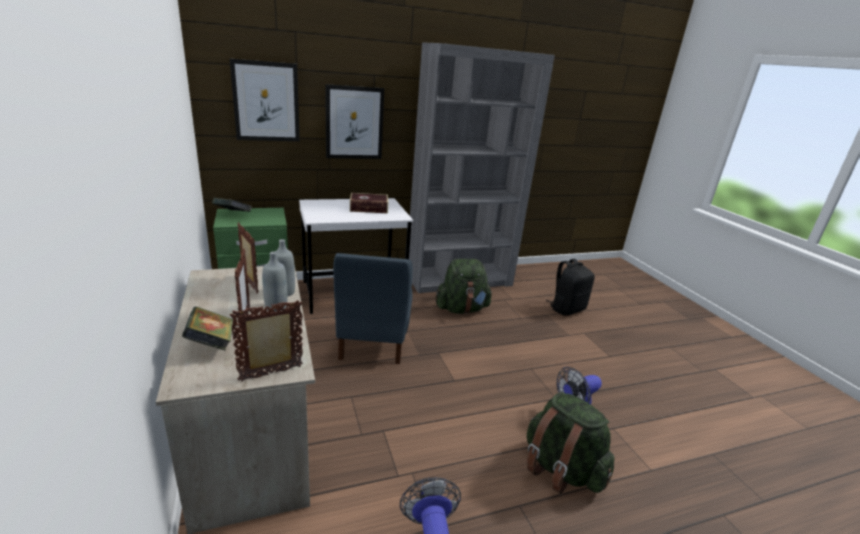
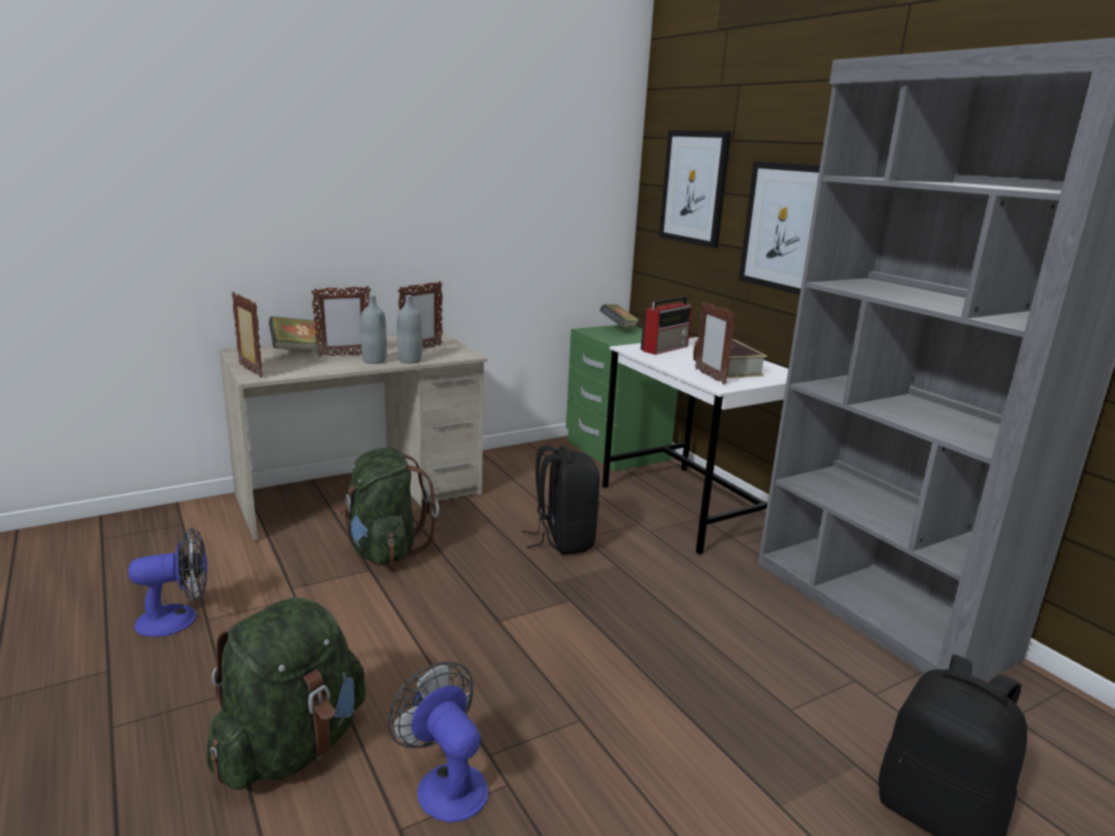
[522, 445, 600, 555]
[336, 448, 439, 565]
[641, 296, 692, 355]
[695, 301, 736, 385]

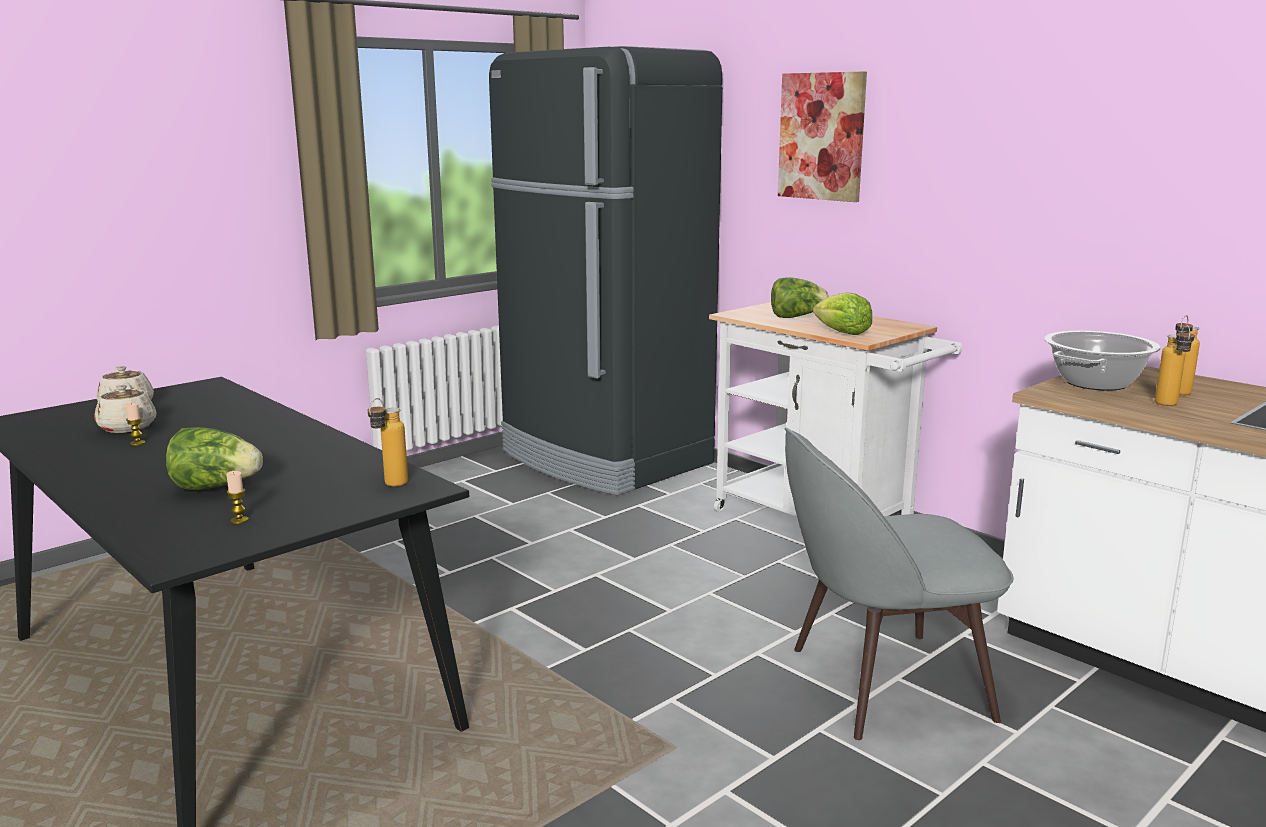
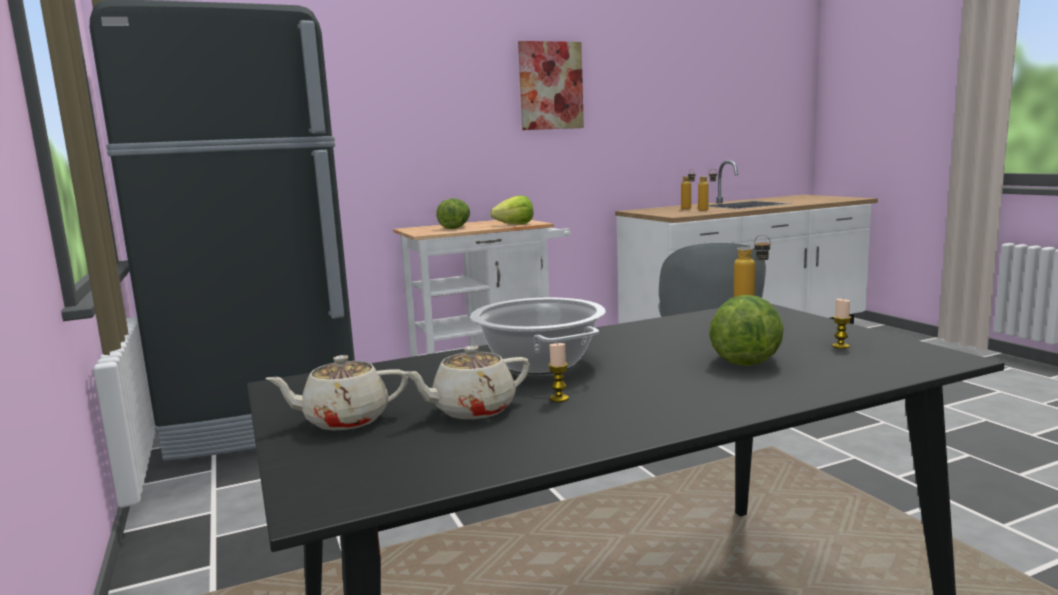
[518, 41, 584, 130]
[470, 298, 606, 374]

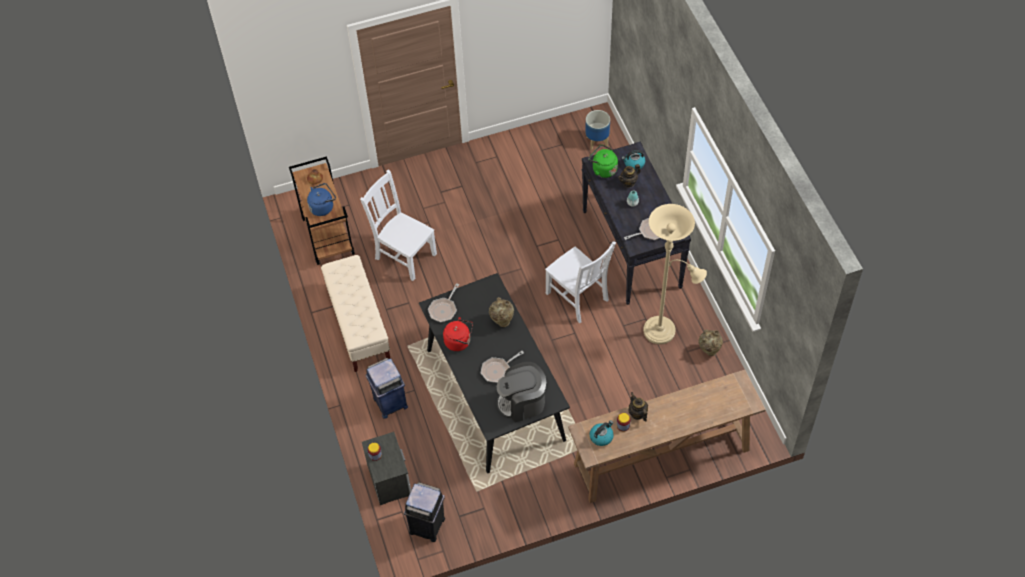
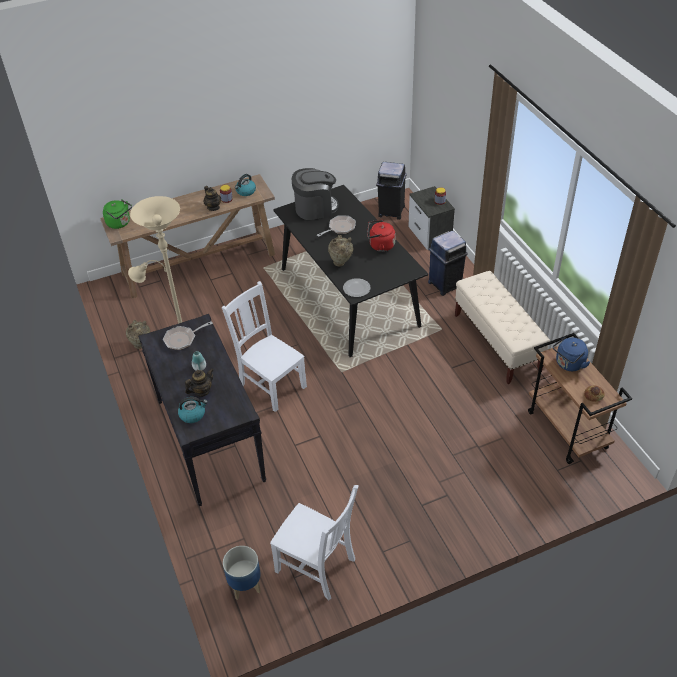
[270, 485, 359, 600]
[428, 283, 459, 322] (first image)
[103, 199, 132, 229]
[343, 278, 370, 297]

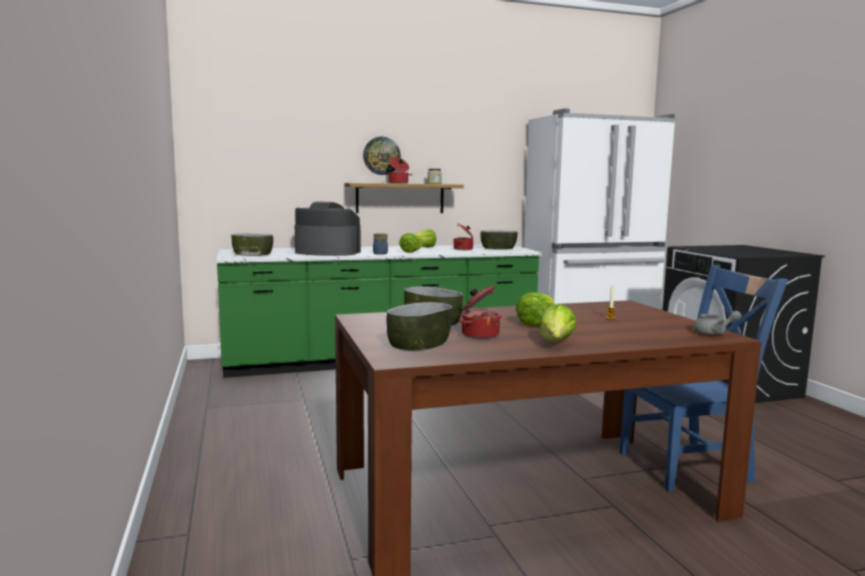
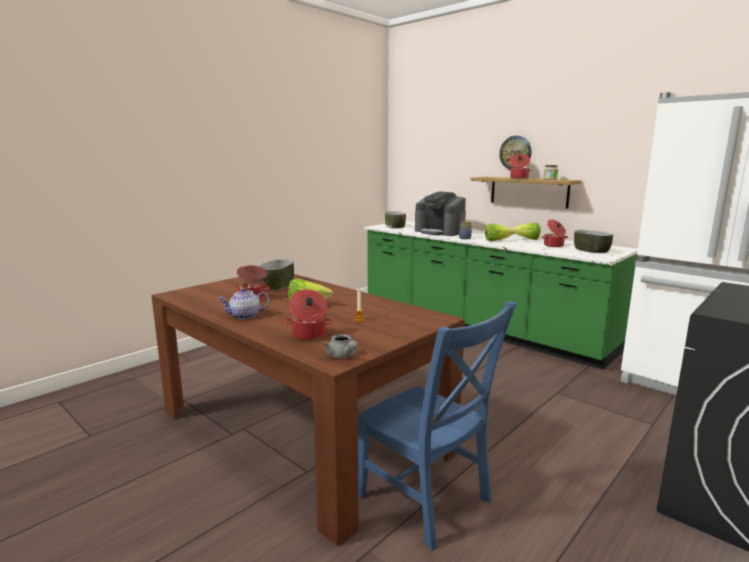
[415, 192, 466, 236]
[386, 302, 452, 351] (first image)
[218, 288, 270, 319]
[285, 289, 333, 341]

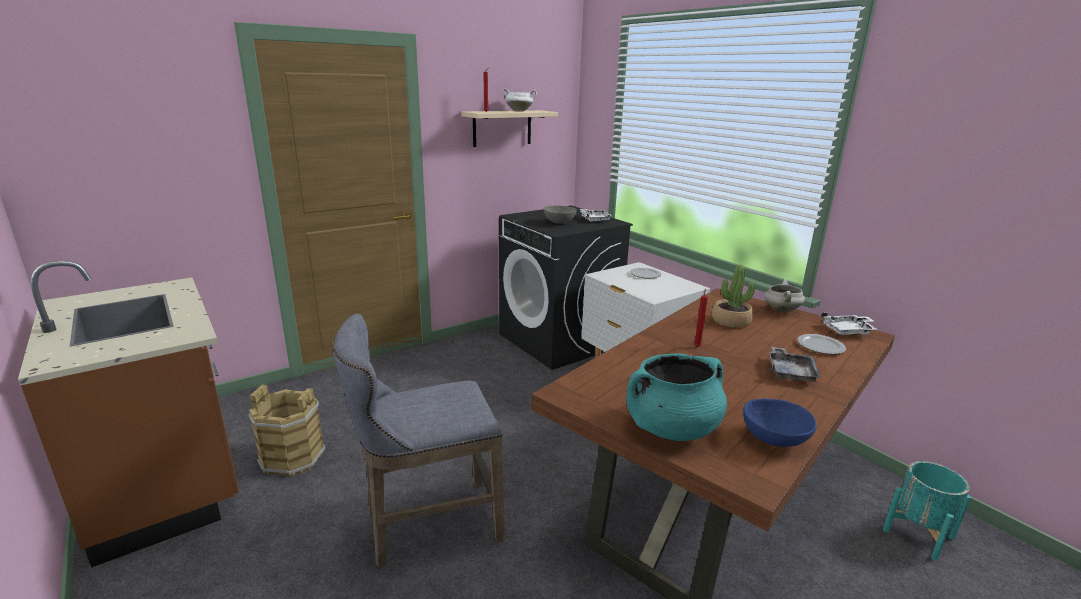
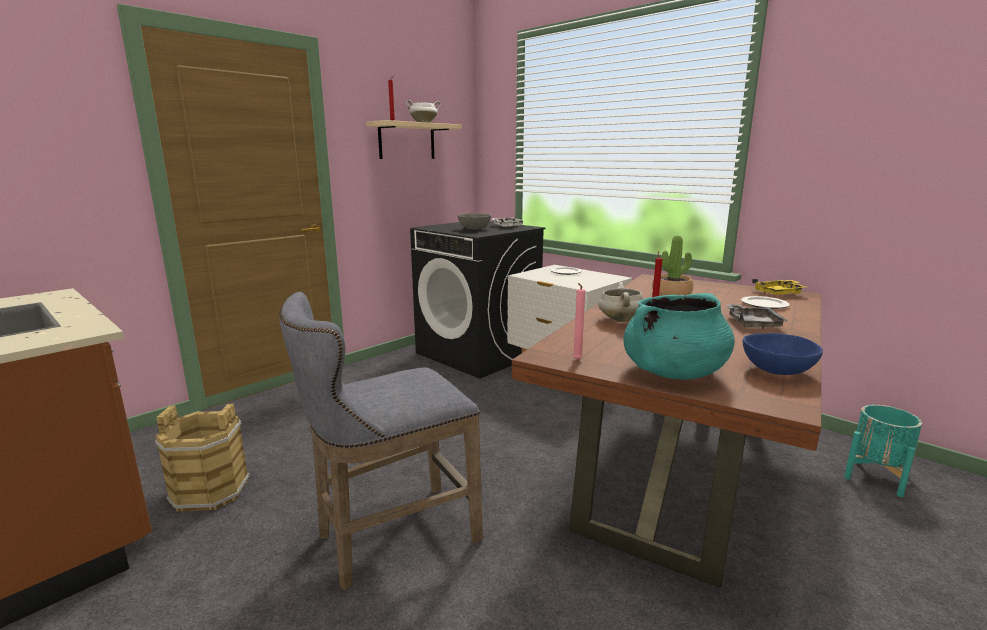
[598, 282, 643, 322]
[752, 279, 806, 295]
[573, 283, 585, 360]

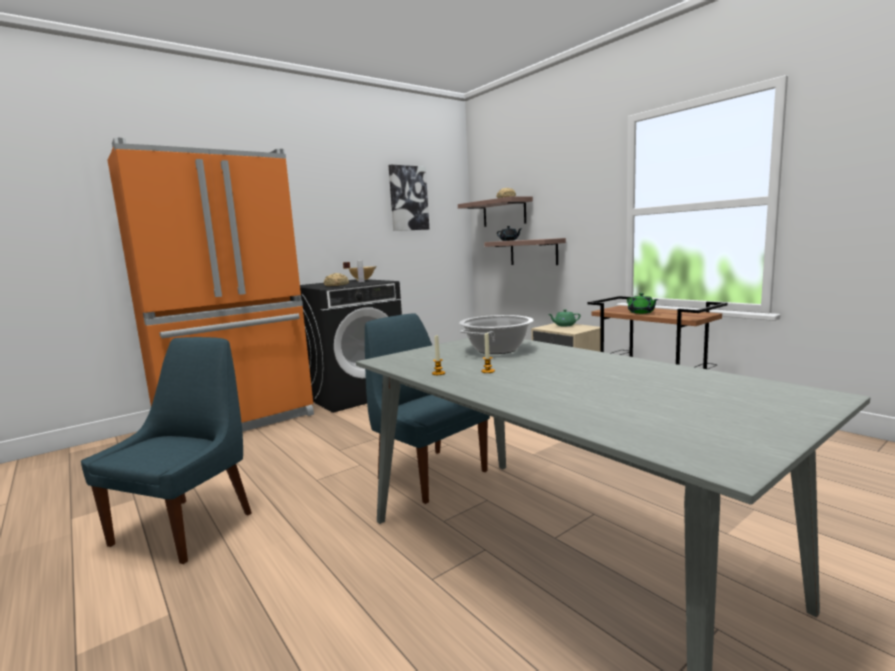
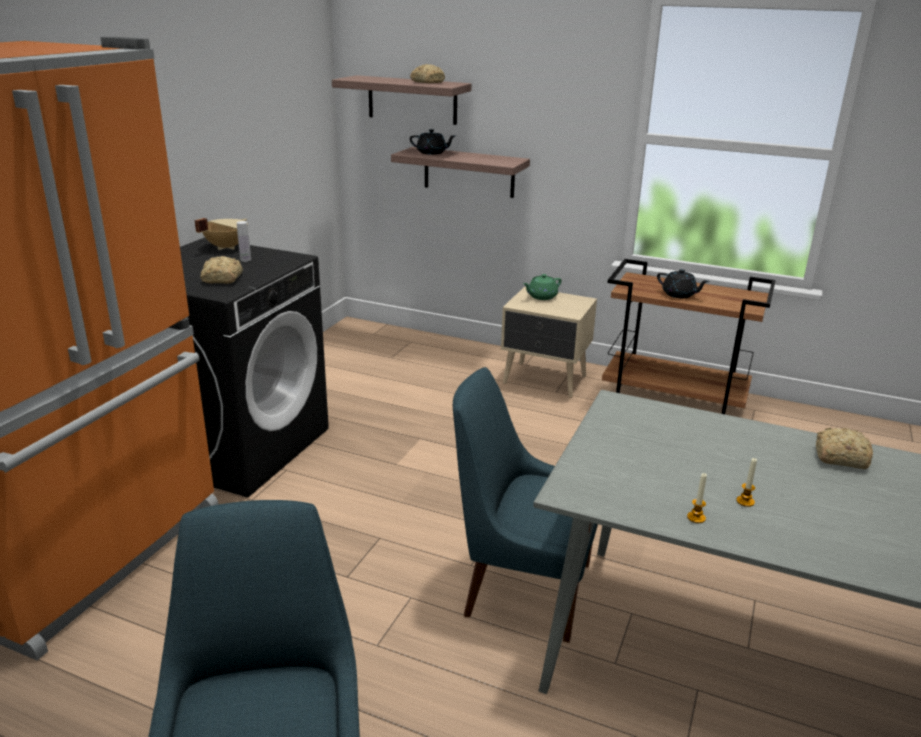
[389, 165, 429, 231] (first image)
[459, 315, 534, 354] (first image)
[657, 269, 709, 298]
[816, 428, 873, 469]

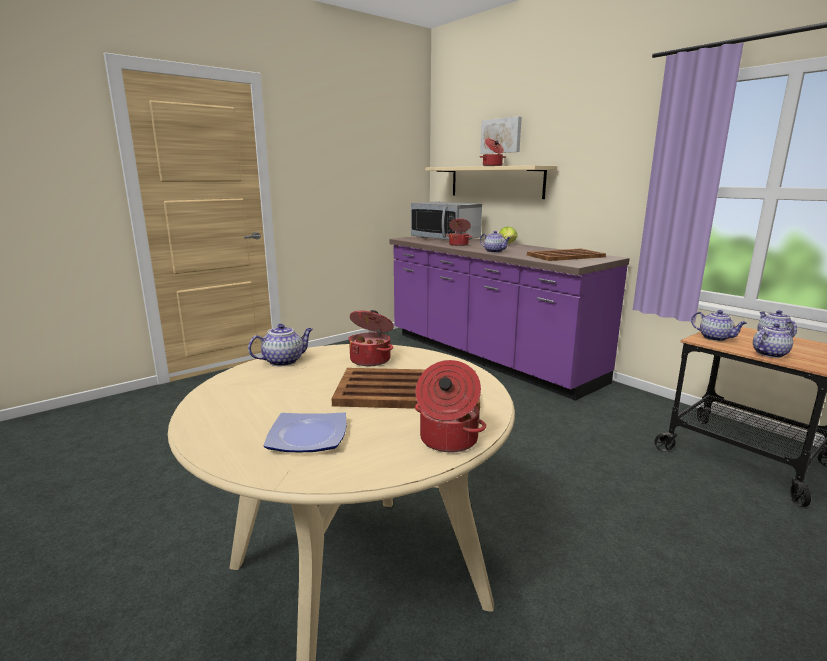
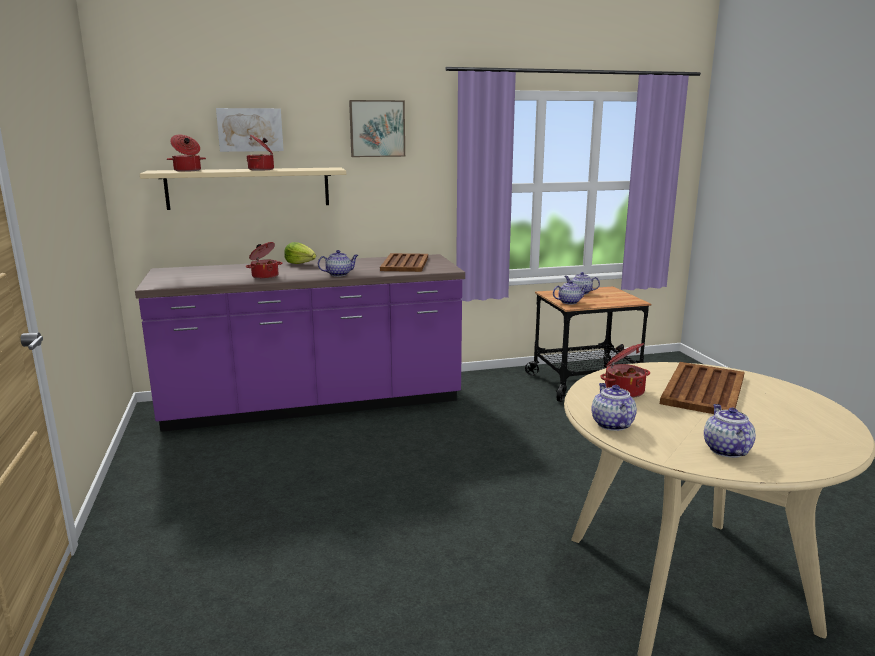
[263, 412, 346, 452] (first image)
[411, 202, 482, 240] (first image)
[167, 134, 206, 172]
[704, 404, 756, 458]
[349, 100, 405, 157]

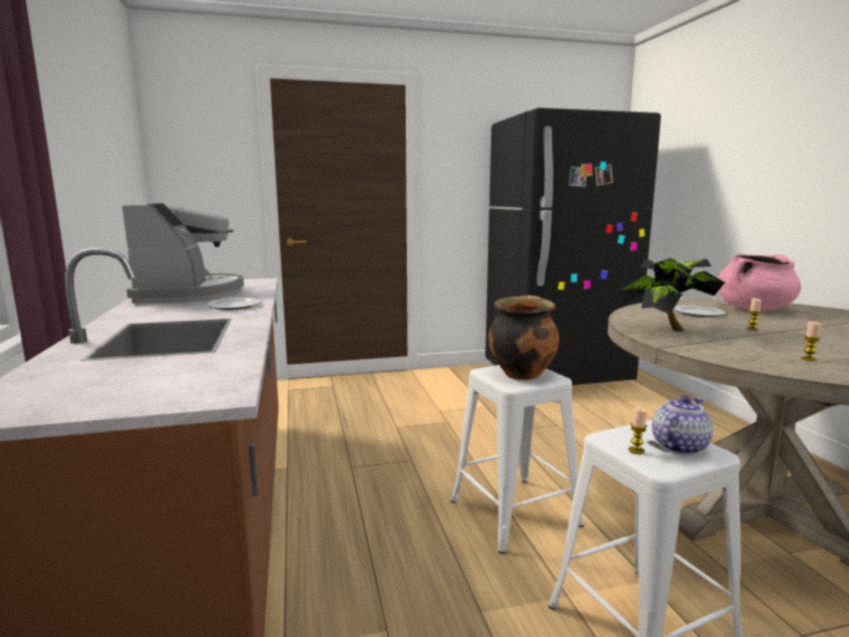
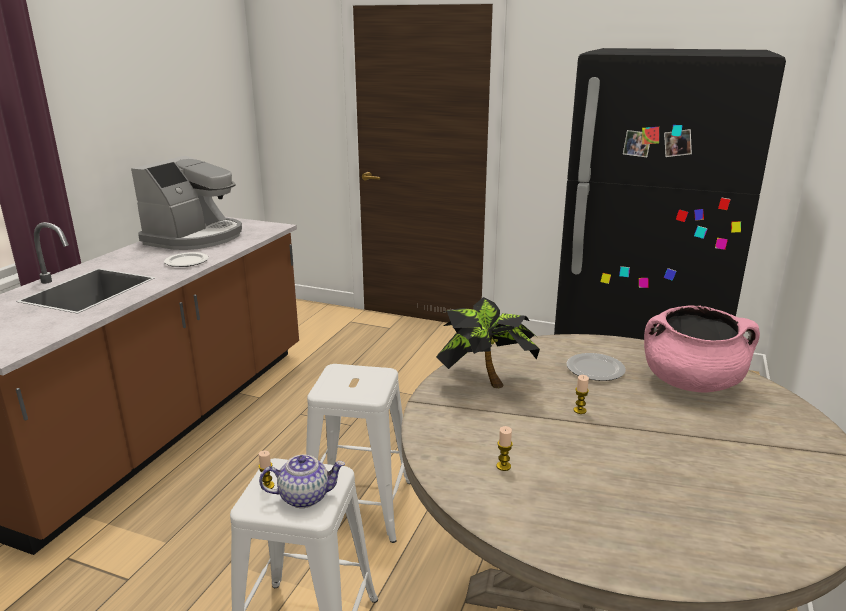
[489, 295, 560, 380] (first image)

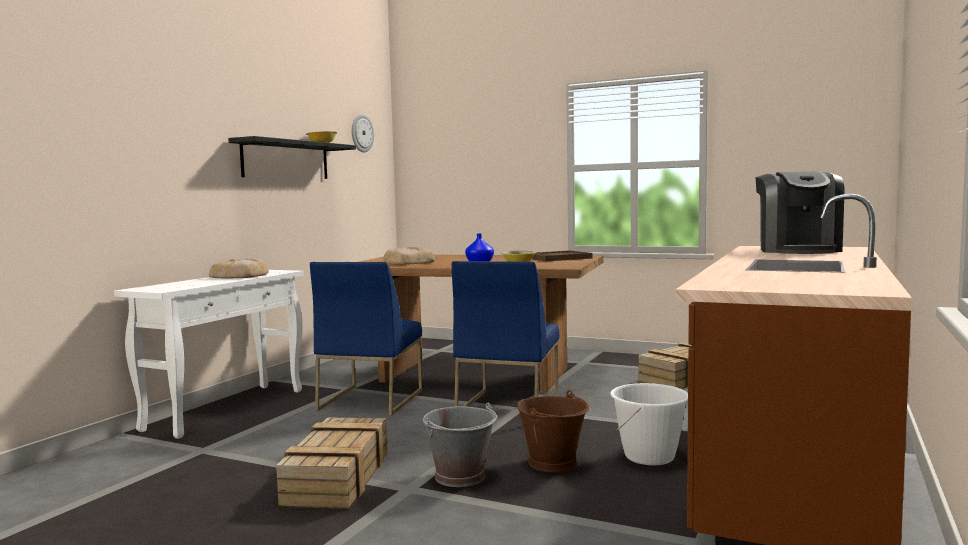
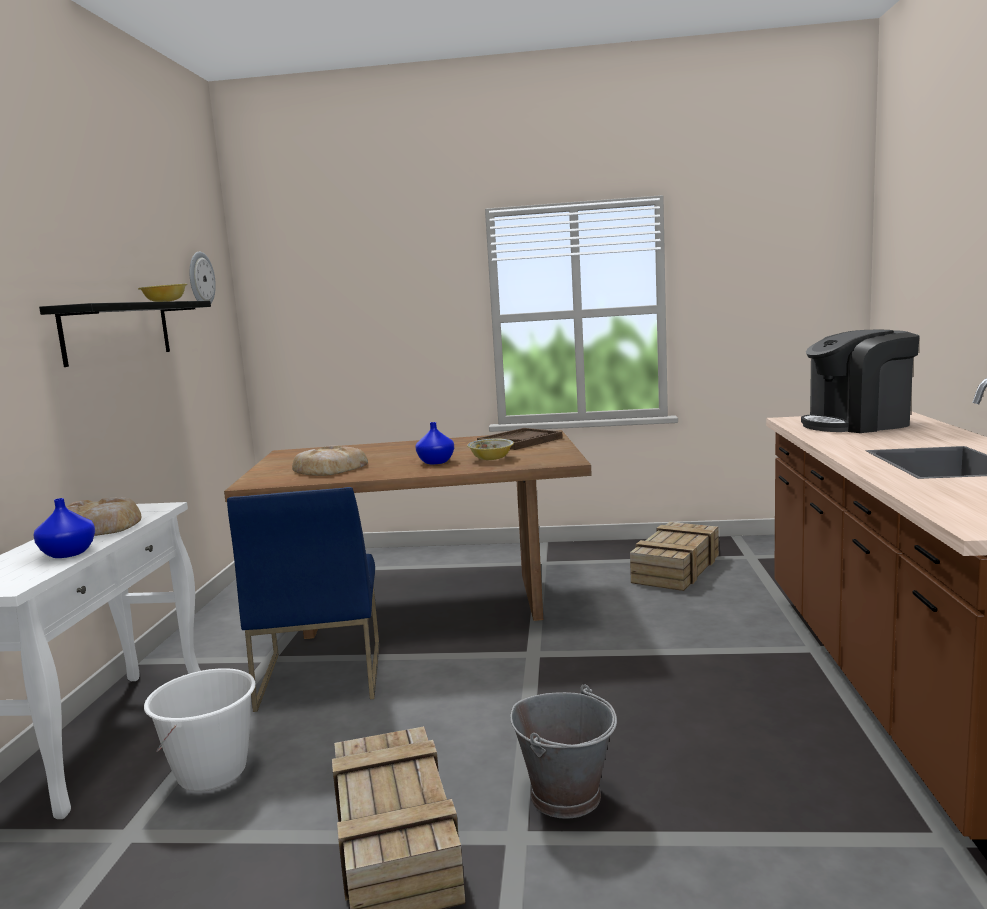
[452, 261, 560, 407] (first image)
[517, 390, 589, 473] (first image)
[144, 668, 256, 791]
[801, 330, 920, 433]
[33, 498, 95, 558]

